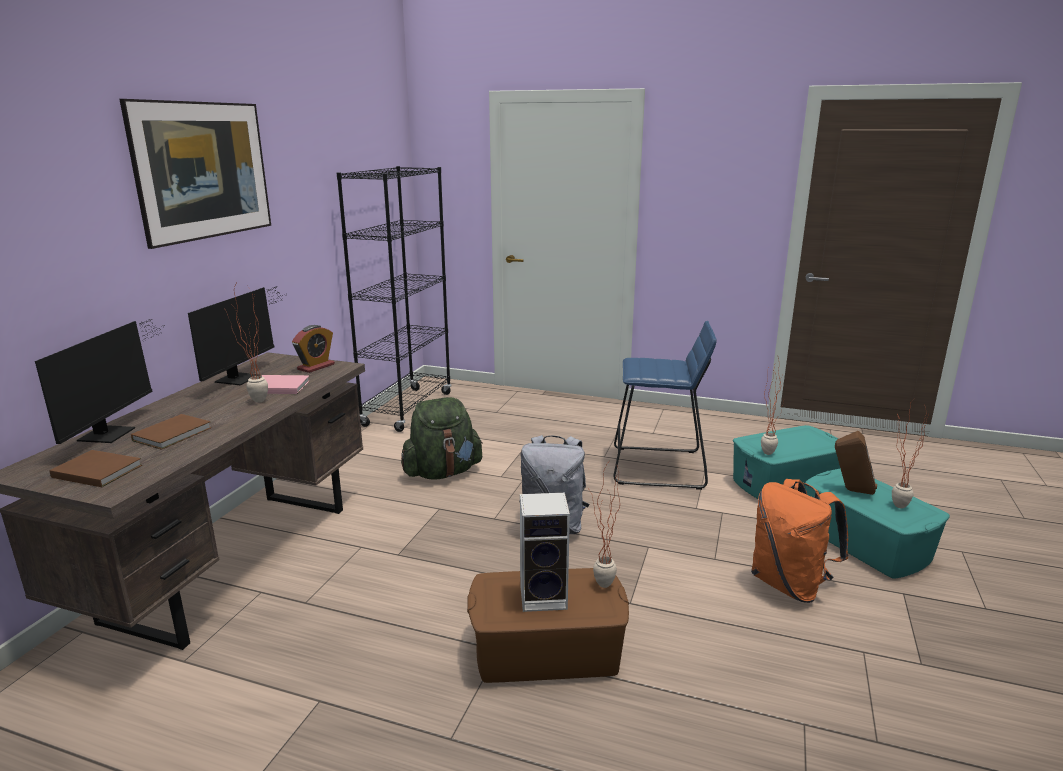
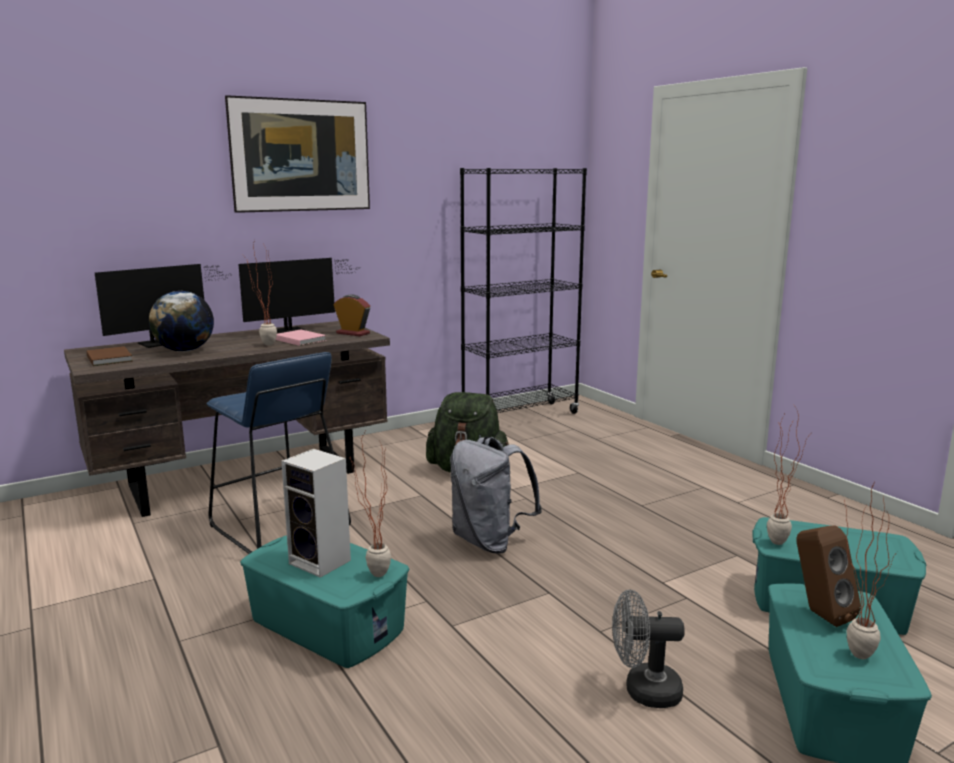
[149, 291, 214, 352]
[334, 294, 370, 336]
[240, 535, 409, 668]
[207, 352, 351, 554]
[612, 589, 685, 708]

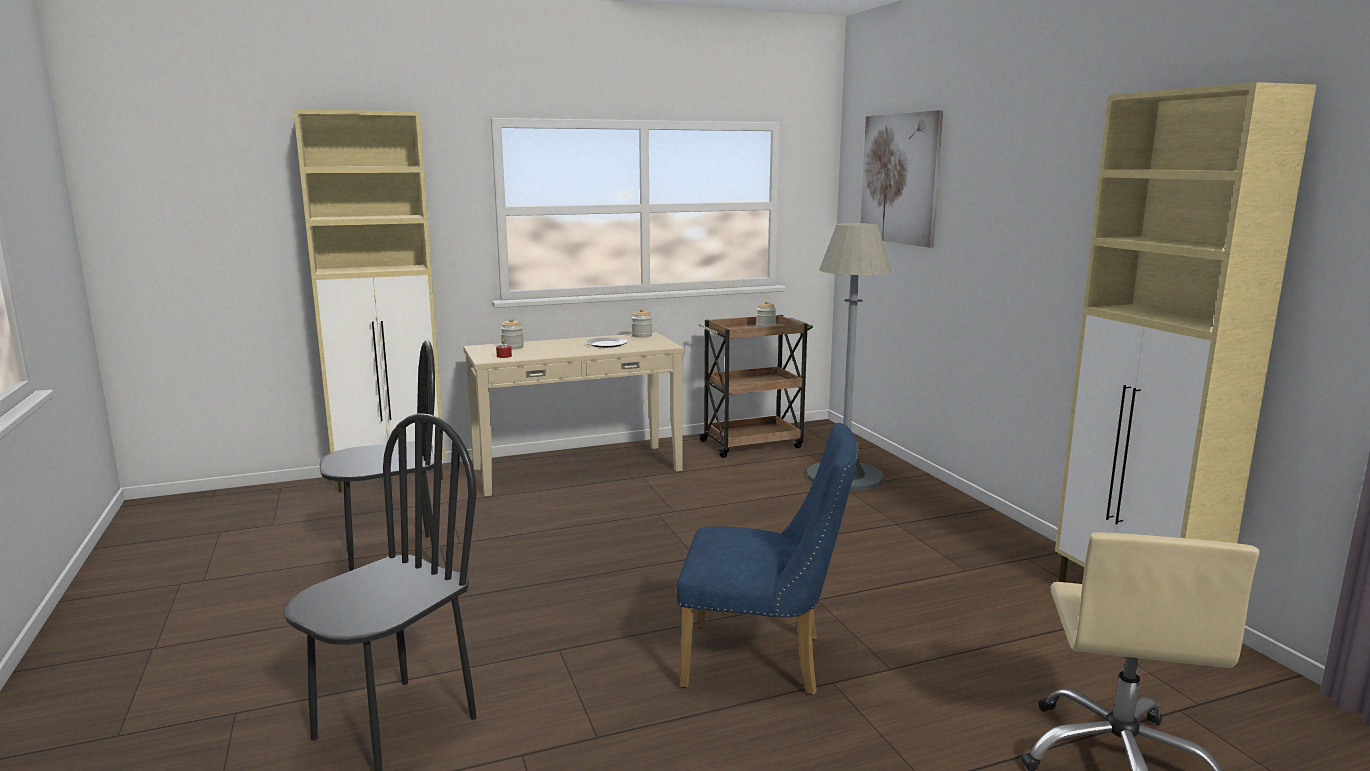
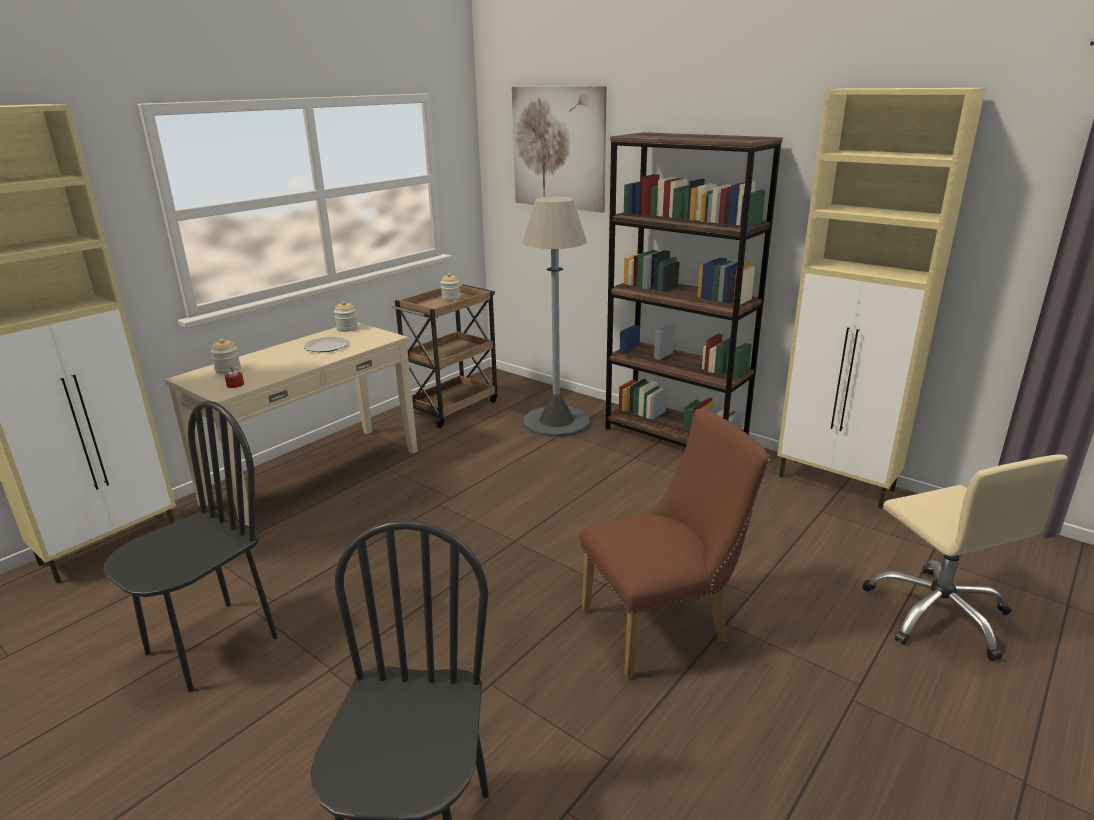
[580, 409, 769, 678]
[605, 132, 783, 447]

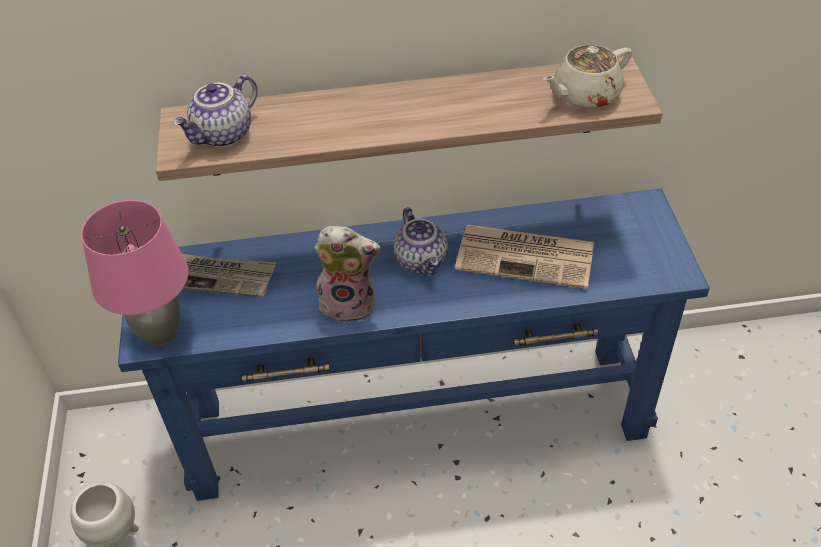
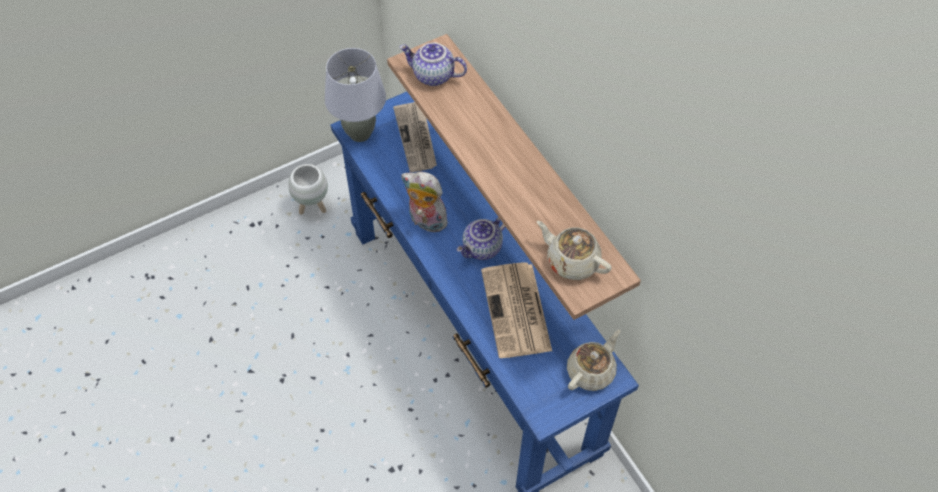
[325, 48, 386, 142]
[402, 172, 451, 234]
[567, 330, 621, 391]

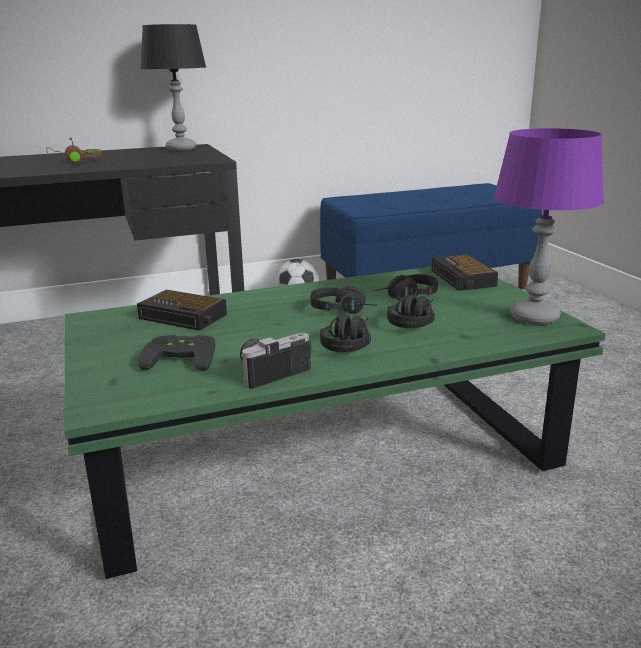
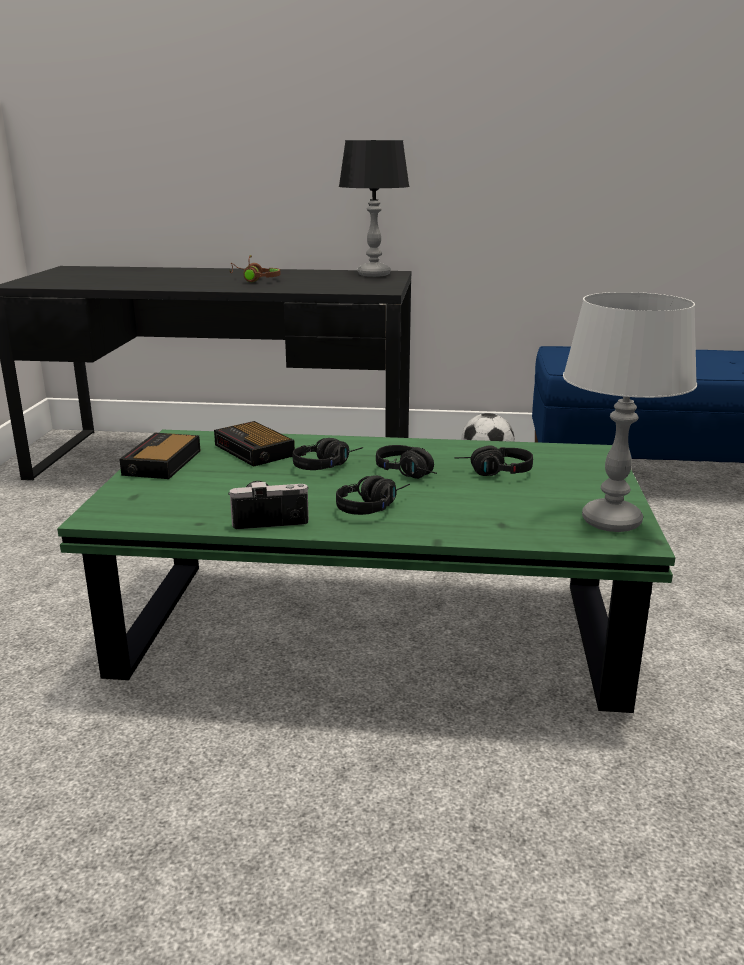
[138, 335, 216, 371] (first image)
[293, 438, 363, 470]
[119, 433, 201, 479]
[563, 292, 697, 532]

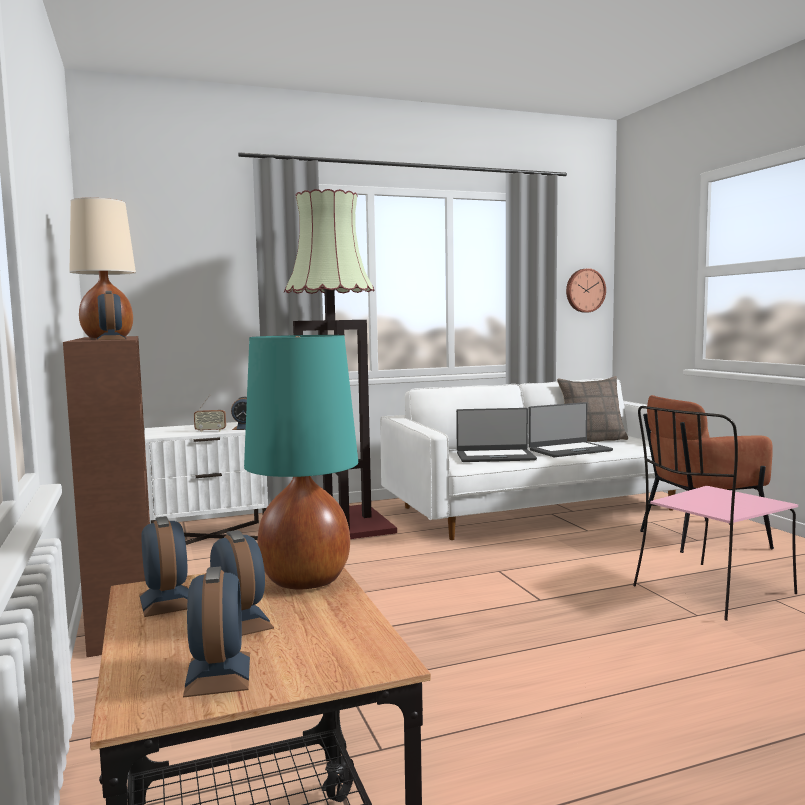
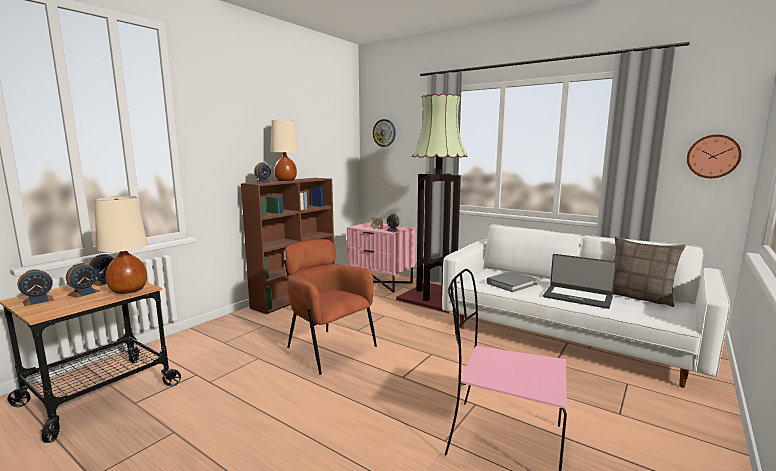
[347, 222, 416, 293]
[94, 196, 148, 294]
[486, 271, 537, 292]
[284, 239, 377, 375]
[373, 119, 396, 147]

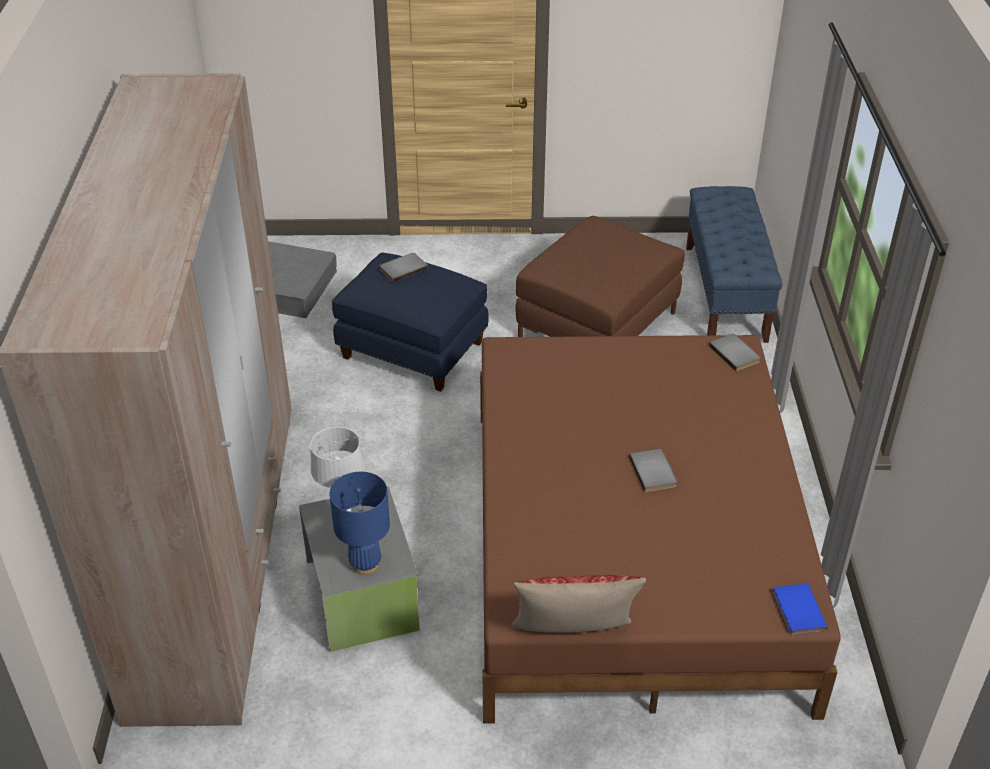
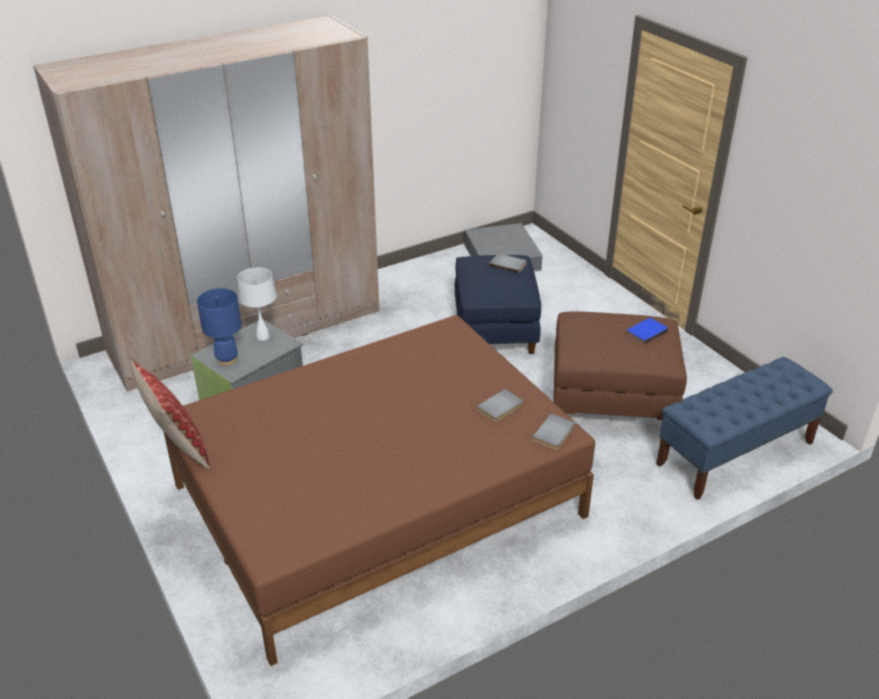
[476, 389, 523, 422]
[626, 318, 669, 344]

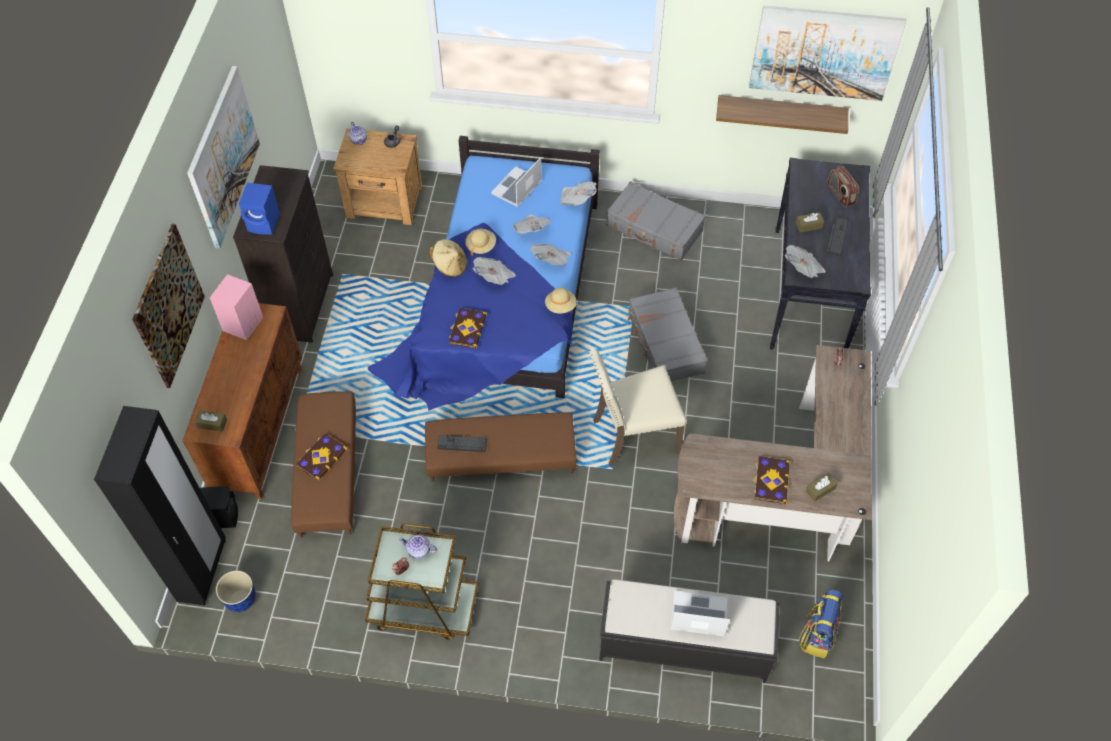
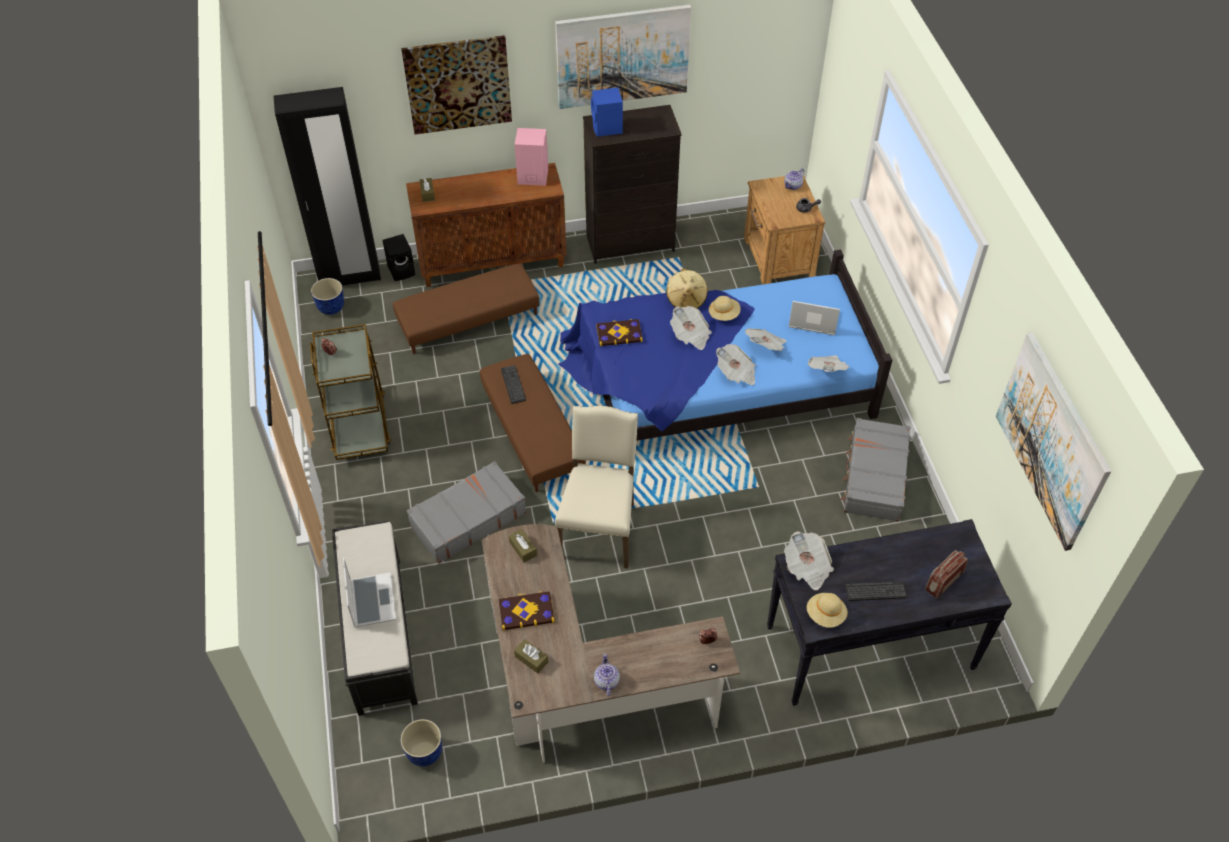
[296, 433, 347, 481] (first image)
[594, 653, 620, 697]
[807, 593, 848, 628]
[555, 406, 638, 569]
[407, 461, 527, 563]
[716, 95, 848, 134] (first image)
[509, 529, 537, 562]
[400, 719, 442, 767]

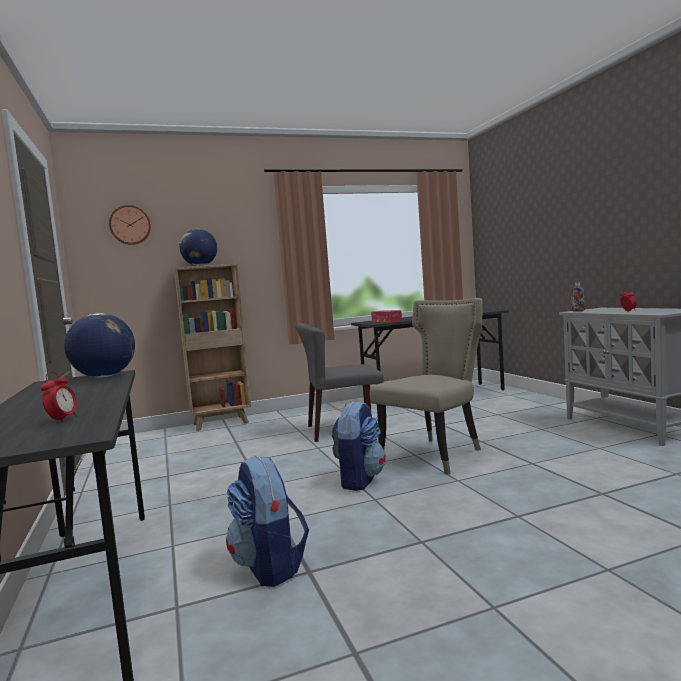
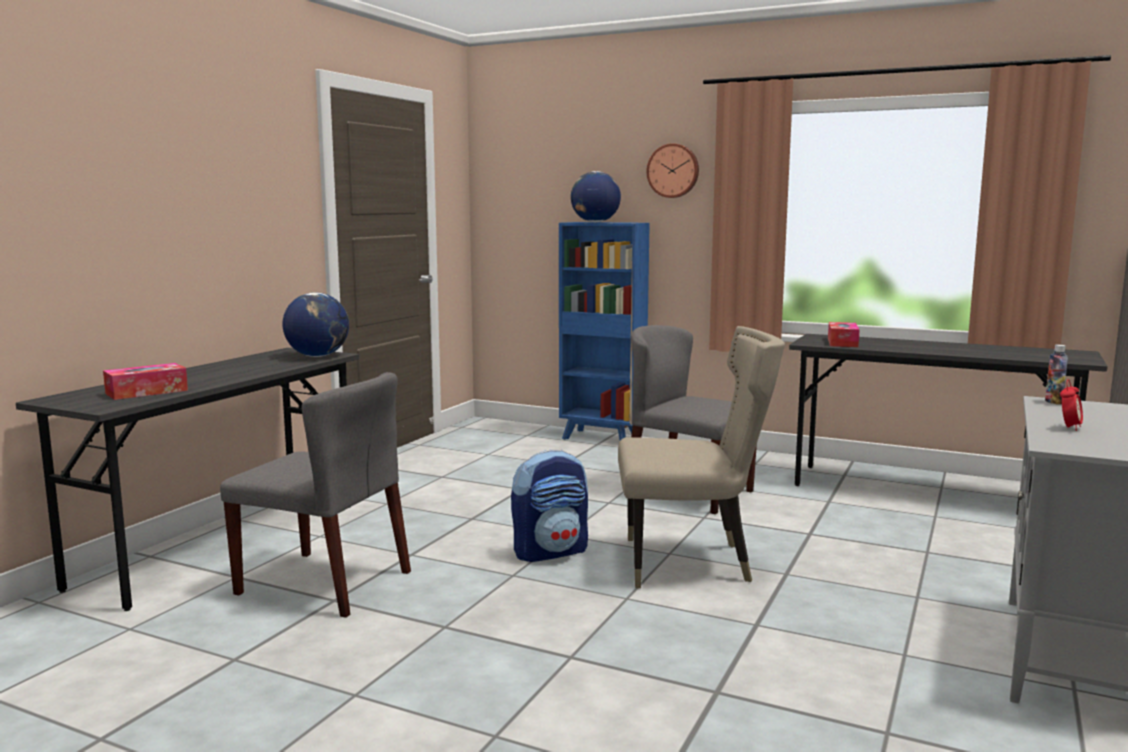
[103, 363, 188, 400]
[646, 143, 699, 198]
[559, 222, 650, 440]
[220, 372, 411, 618]

